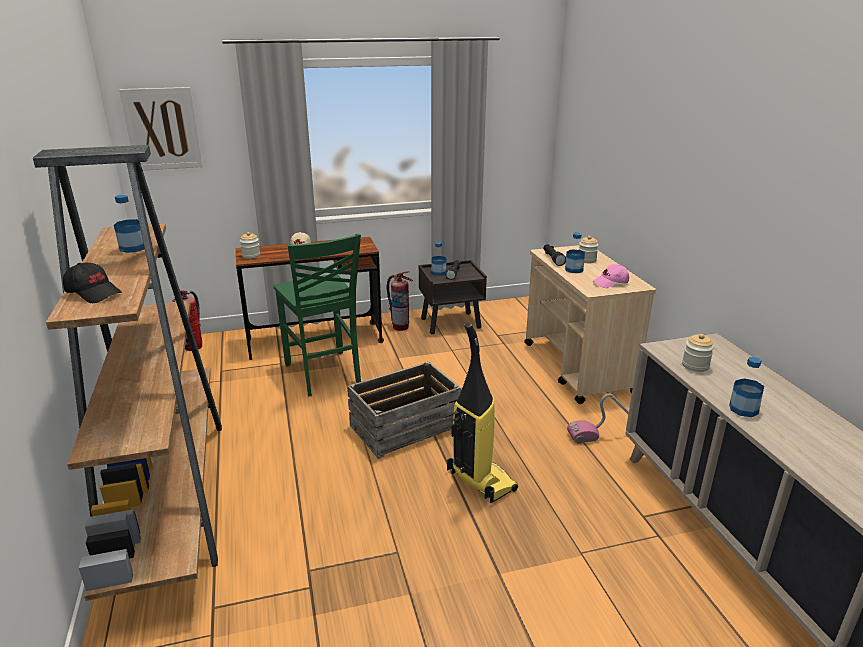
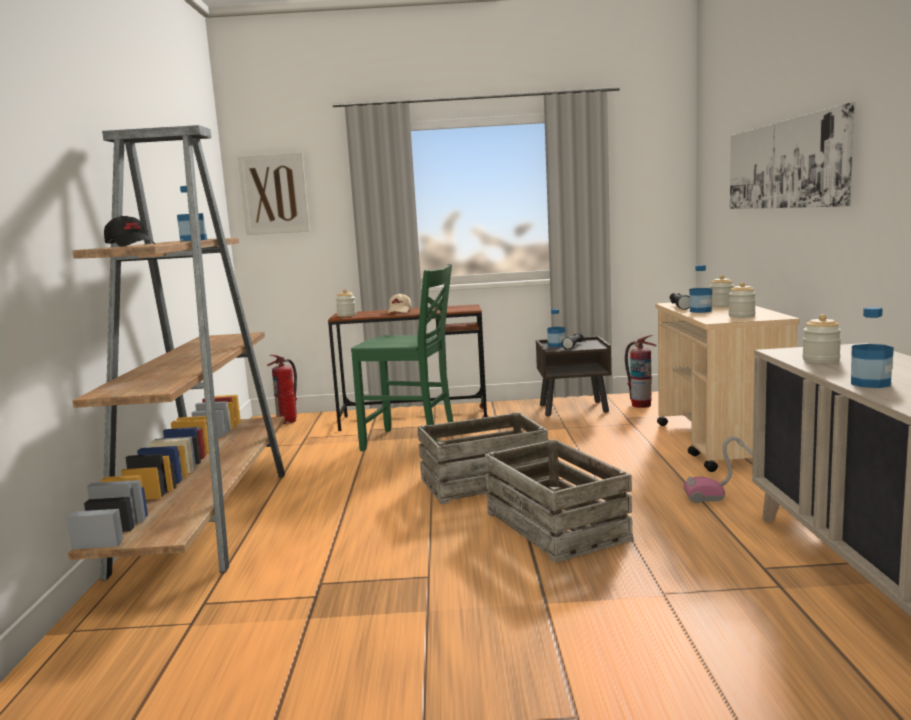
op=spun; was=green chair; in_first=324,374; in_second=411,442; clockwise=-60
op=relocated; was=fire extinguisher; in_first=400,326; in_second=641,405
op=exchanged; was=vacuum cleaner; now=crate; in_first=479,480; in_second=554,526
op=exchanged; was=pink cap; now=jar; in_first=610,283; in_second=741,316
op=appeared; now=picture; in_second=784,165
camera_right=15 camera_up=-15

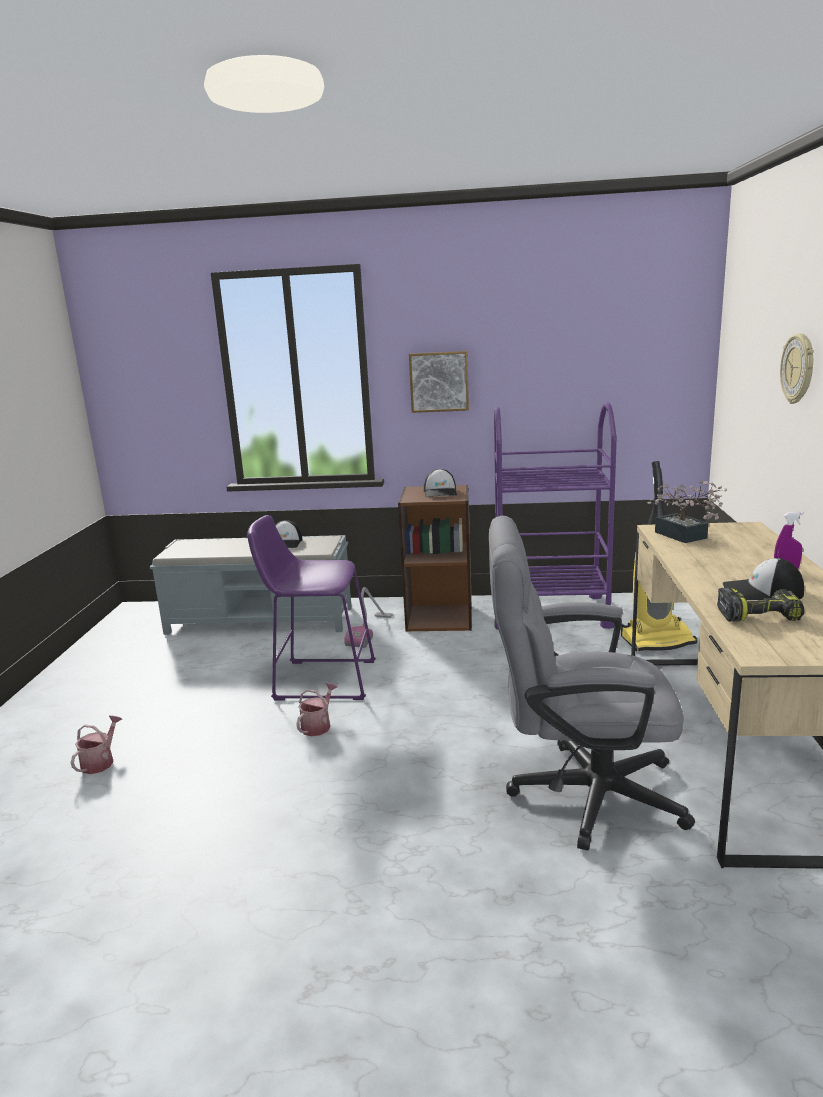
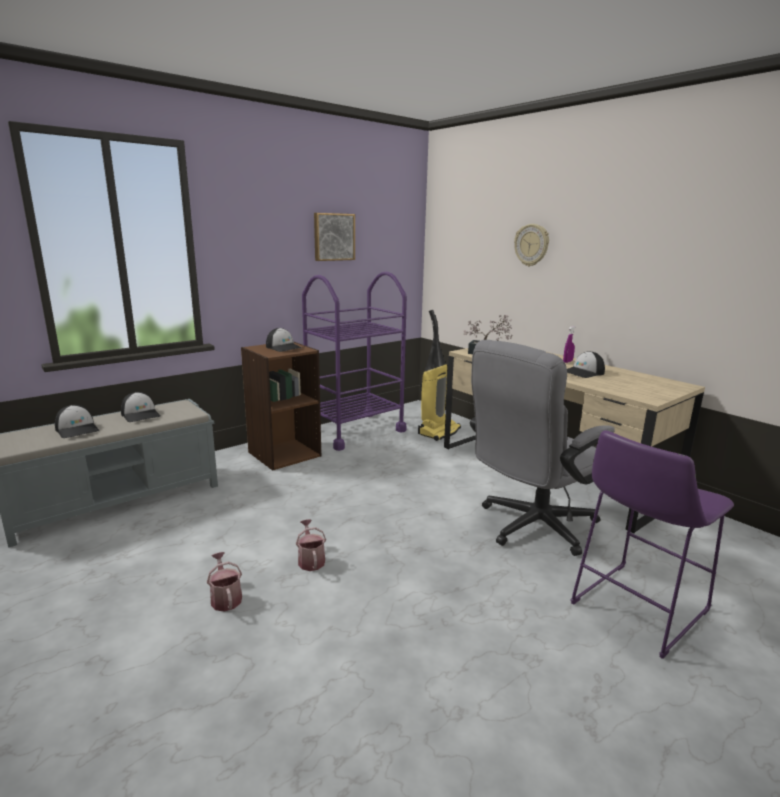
op=relocated; was=watering can; in_first=100,761; in_second=225,597
op=relocated; was=purple stool; in_first=319,680; in_second=634,609
op=missing; was=vacuum cleaner; in_first=370,631
op=relocated; was=picture; in_first=439,381; in_second=333,237
op=missing; was=power drill; in_first=758,615
op=appeared; now=cap; in_second=77,429
camera_right=-45 camera_up=0

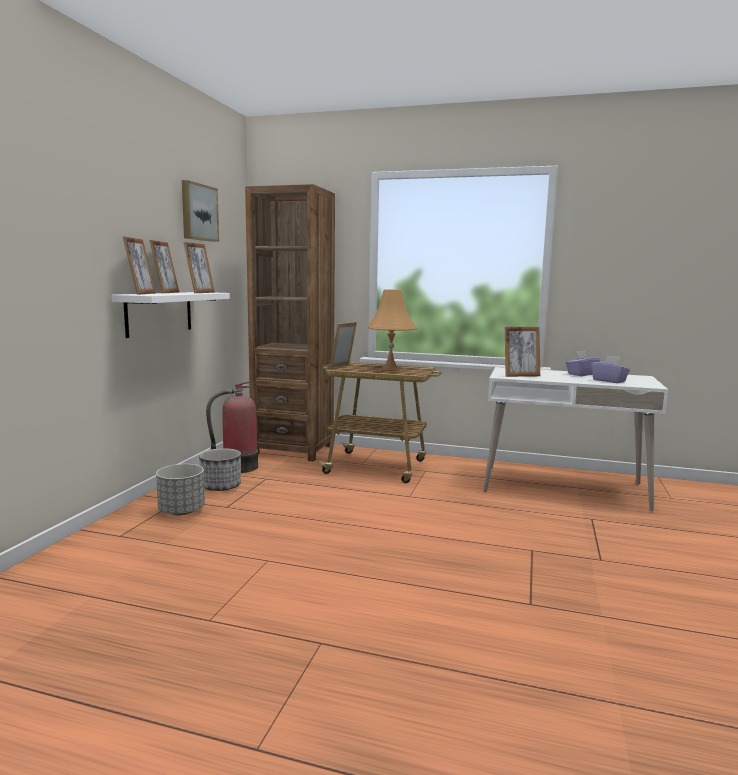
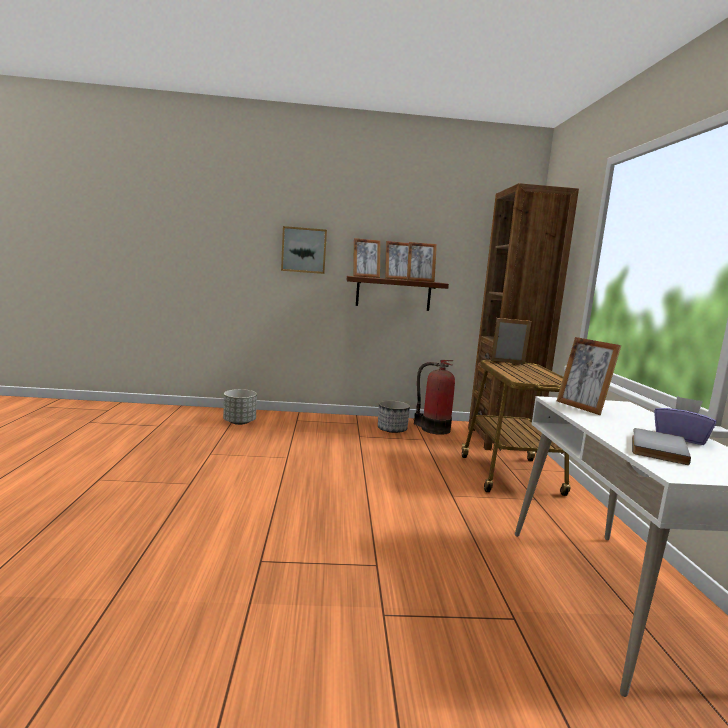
op=colour; was=white shelf; now=brown shelf; in_first=159,313; in_second=393,293
op=relocated; was=grey planter; in_first=181,511; in_second=239,422
op=relocated; was=picture; in_first=198,212; in_second=304,250
op=missing; was=orange table lamp; in_first=390,369
op=exchanged; was=purple tissue box; now=grey book; in_first=609,381; in_second=655,448
camera_right=70 camera_up=0

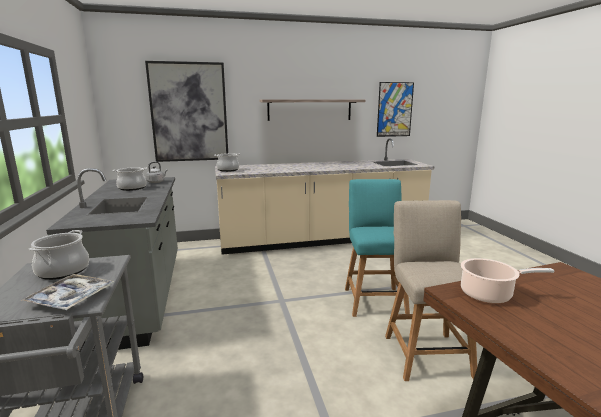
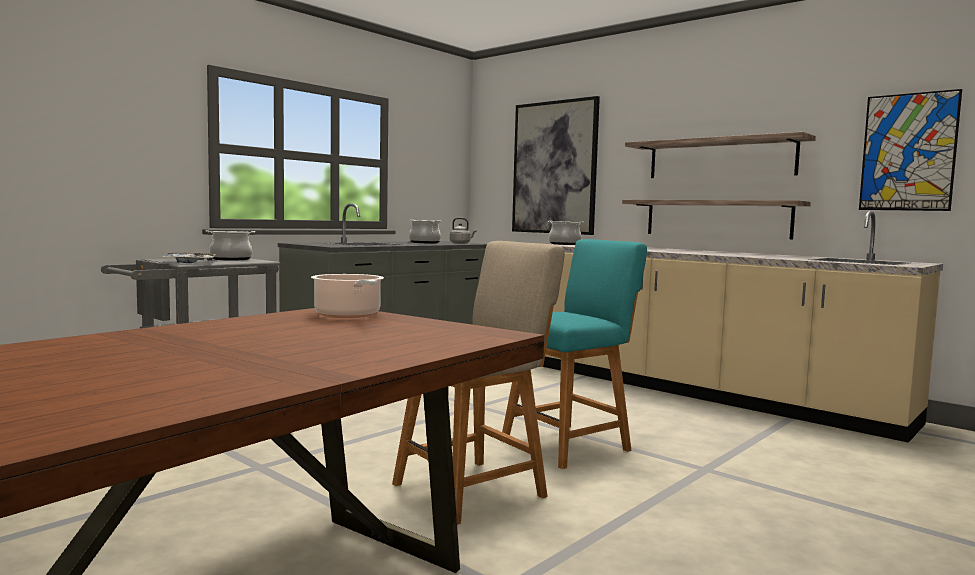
op=appeared; now=shelf; in_second=716,218
camera_right=55 camera_up=-10

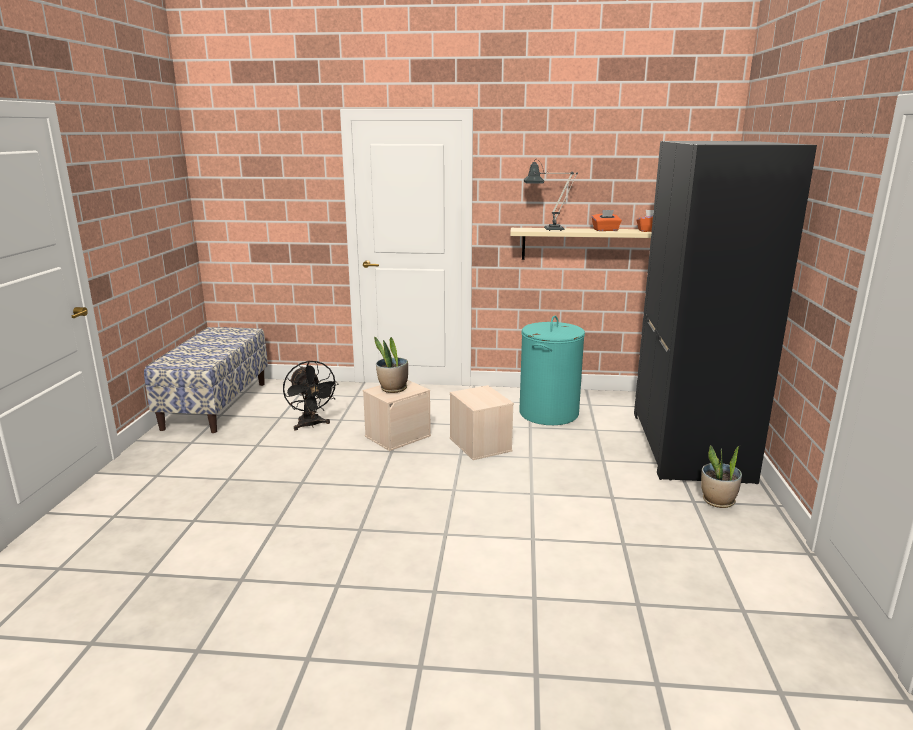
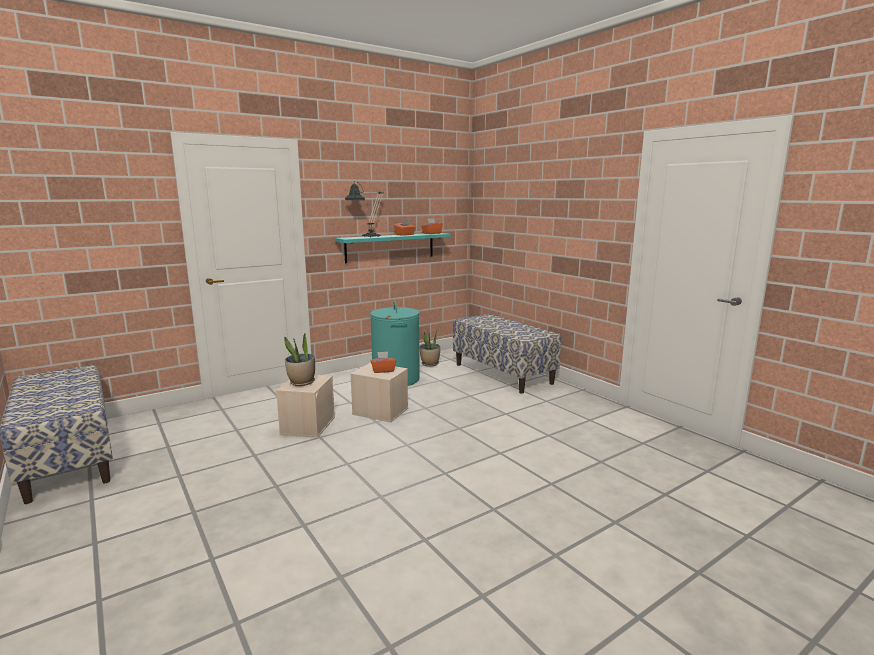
op=missing; was=black fan; in_first=311,425
op=colour; was=beige shelf; now=turquoise shelf; in_first=588,244; in_second=390,247
op=exchanged; was=black wardrobe; now=bench; in_first=691,446; in_second=503,374
op=relocated; was=potted plant; in_first=717,501; in_second=430,364
op=appeared; now=orange tissue box; in_second=383,370
camera_right=-40 camera_up=-5

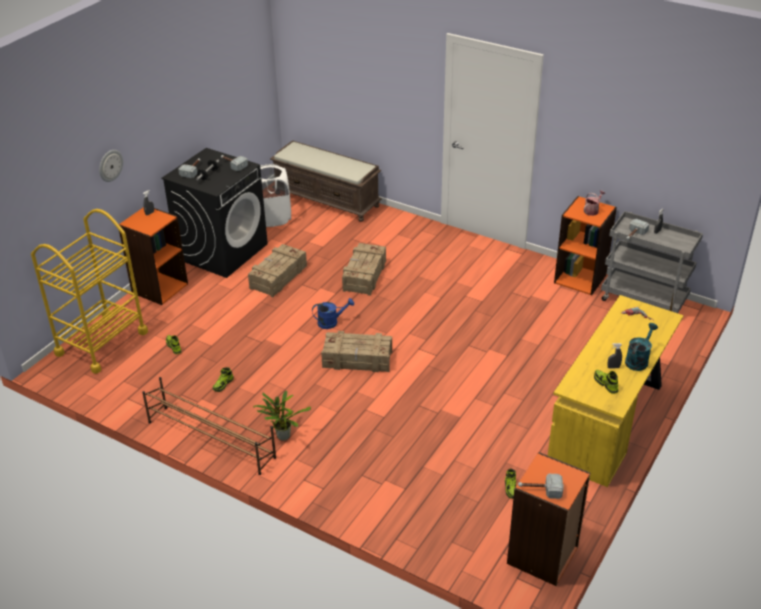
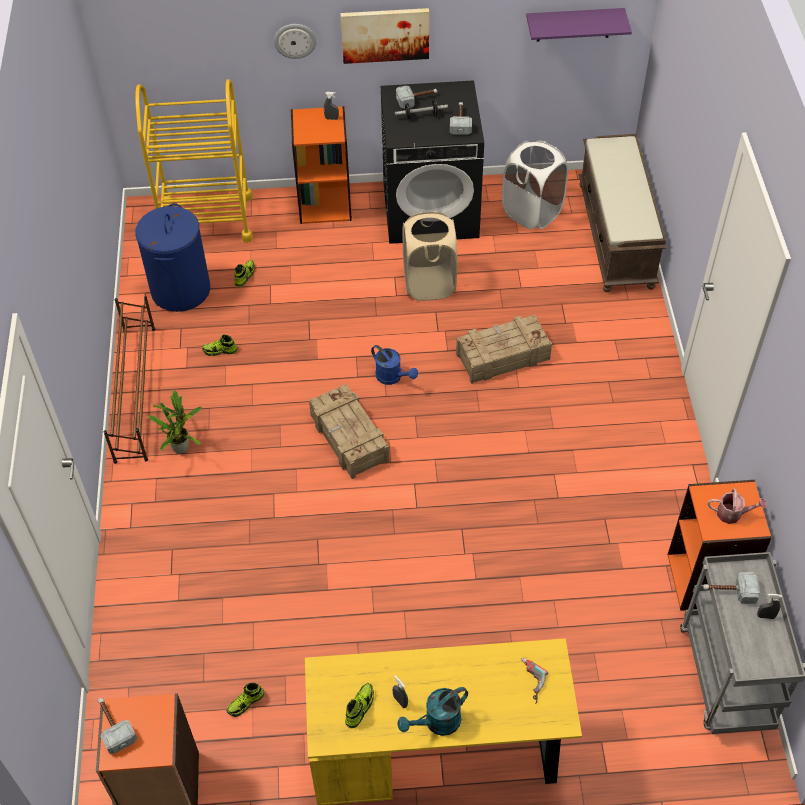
op=exchanged; was=crate; now=beige laundry basket; in_first=278,277; in_second=429,284
op=spun; was=turquoise watering can; in_first=638,360; in_second=437,723; clockwise=150
op=appeared; now=blue laundry basket; in_second=181,290
op=appeared; now=picture; in_second=385,34
op=appeared; now=purple shelf; in_second=574,24
camera_right=55 camera_up=15

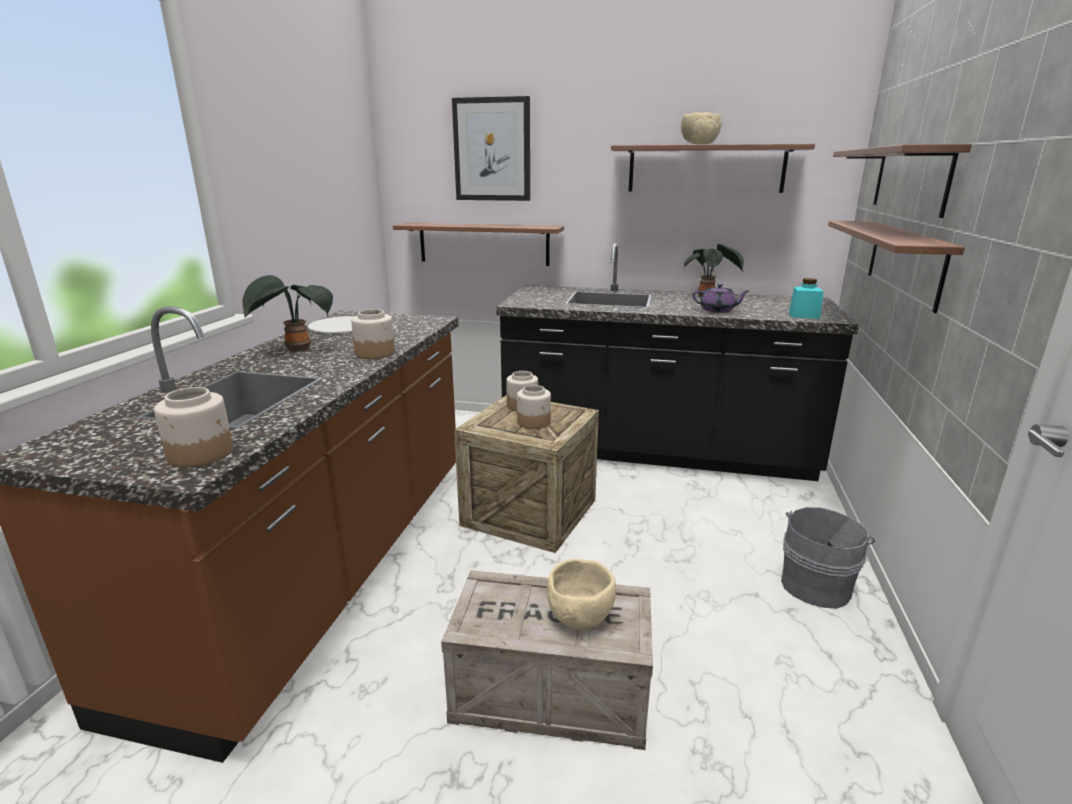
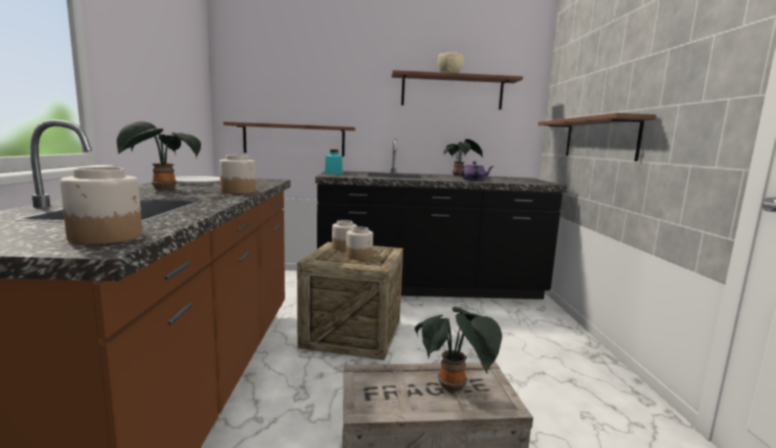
op=missing; was=picture; in_first=492,150
op=exchanged; was=beige bowl; now=potted plant; in_first=580,616; in_second=454,388
op=missing; was=grey bucket; in_first=816,584
op=relocated; was=turquoise jar; in_first=804,315; in_second=333,173
op=missing; was=shelf; in_first=910,179
camera_right=-15 camera_up=-10

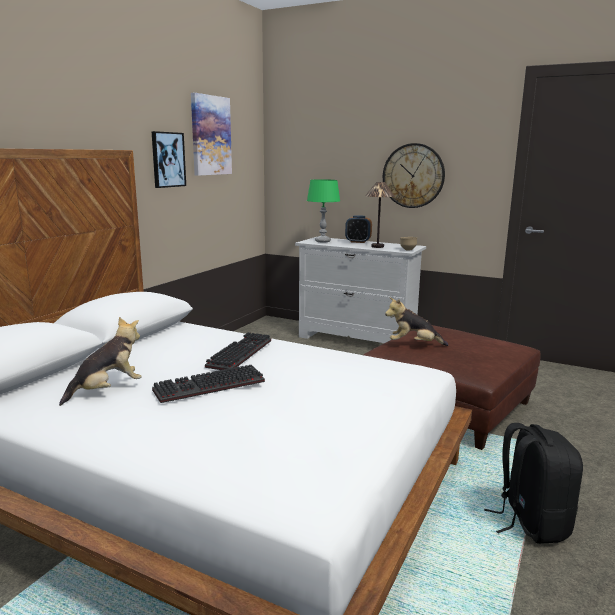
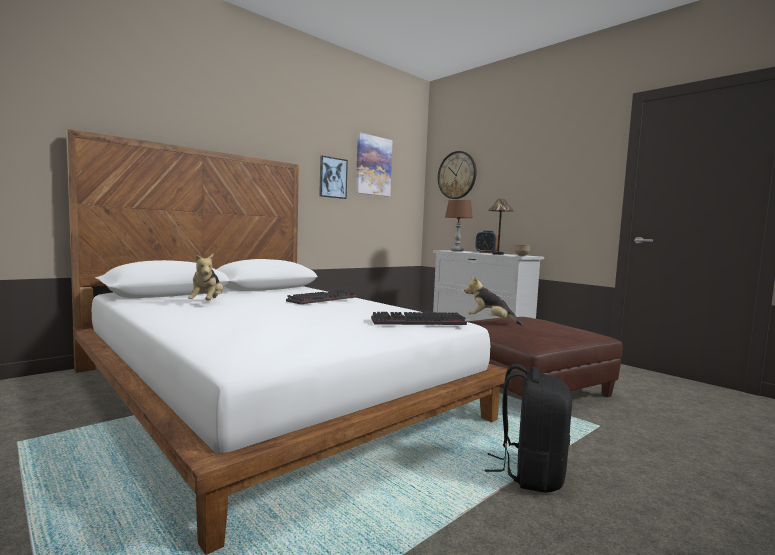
op=spun; was=plush toy; in_first=107,390; in_second=207,303; clockwise=105
op=relocated; was=keyboard; in_first=208,387; in_second=417,322
op=colour; was=green table lamp; now=brown table lamp; in_first=323,241; in_second=457,251
op=relocated; was=wall clock; in_first=413,176; in_second=457,175
camera_right=20 camera_up=-10

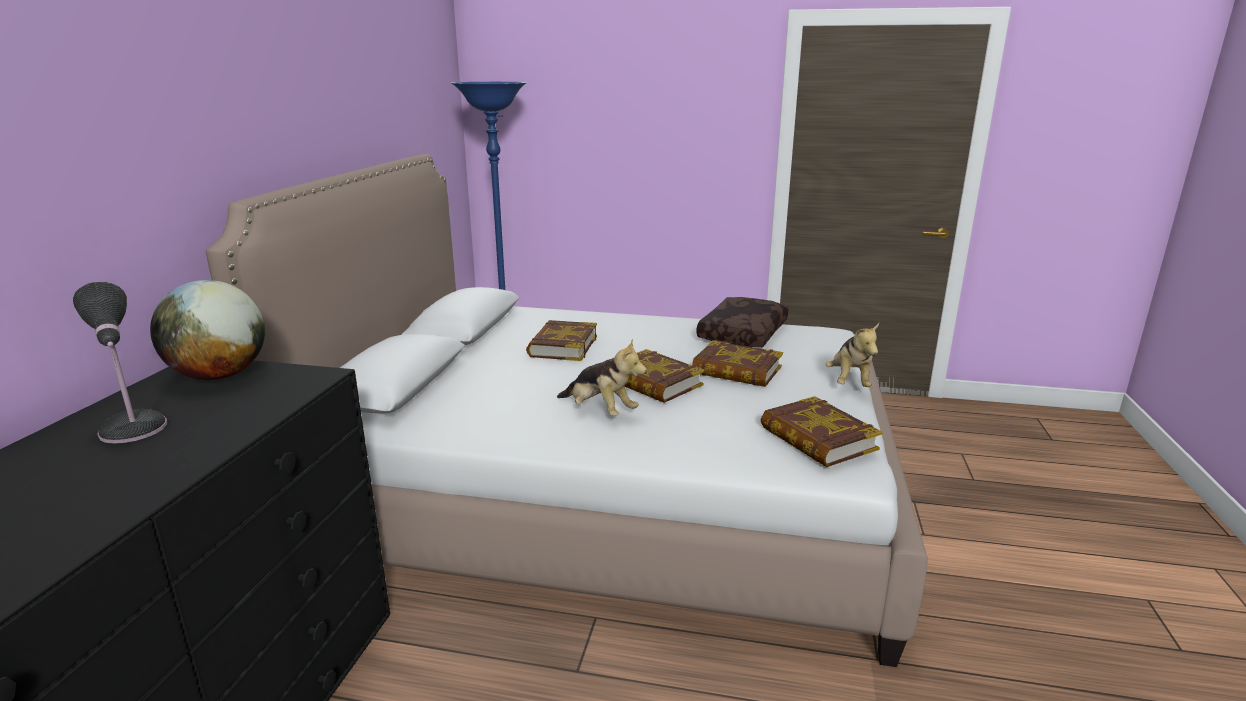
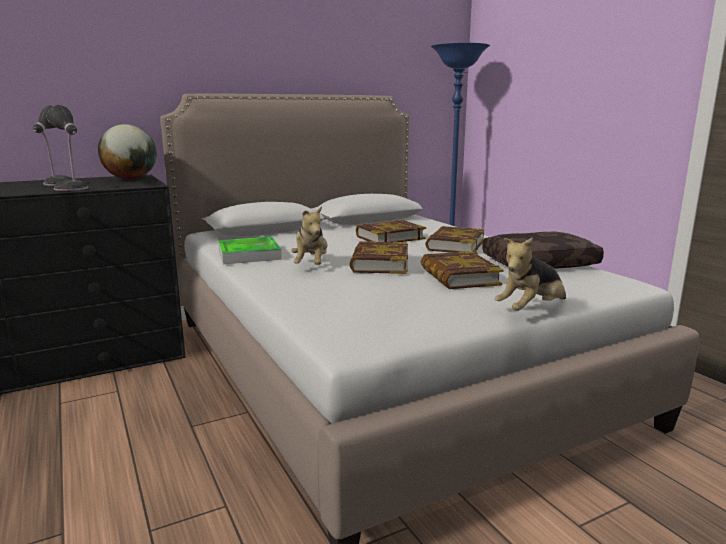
op=relocated; was=book; in_first=817,439; in_second=455,245
op=appeared; now=table lamp; in_second=72,188
op=appeared; now=tray; in_second=249,255
camera_right=50 camera_up=-5

